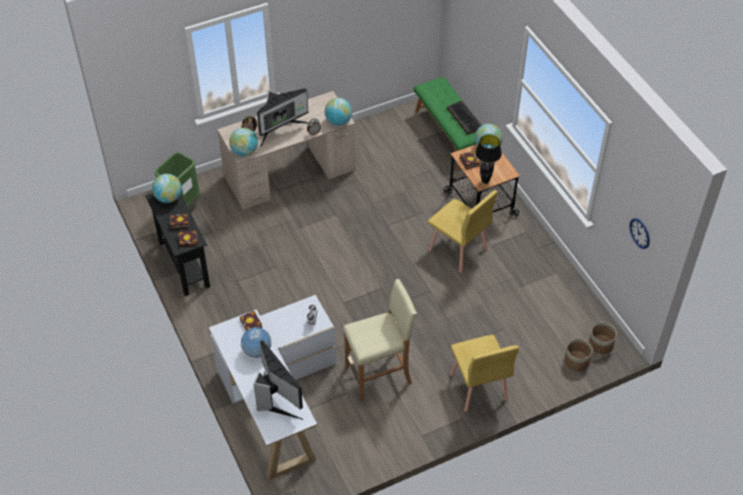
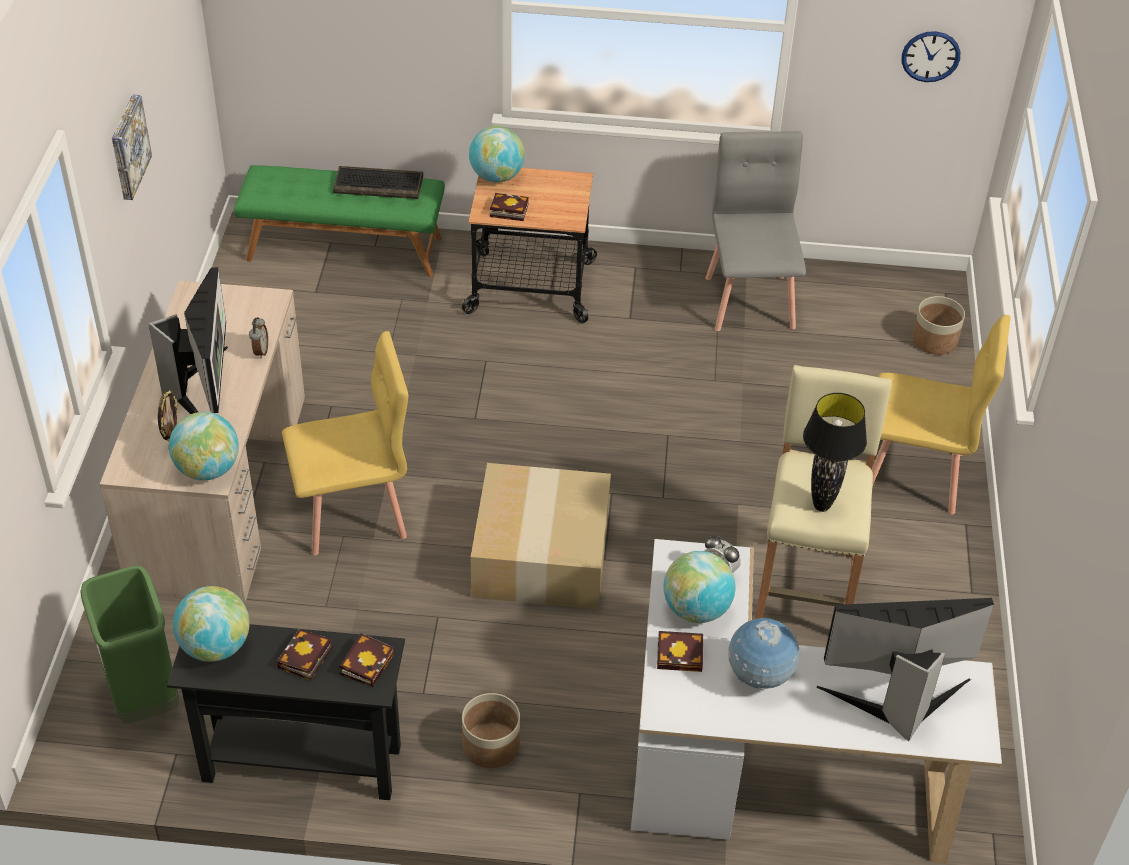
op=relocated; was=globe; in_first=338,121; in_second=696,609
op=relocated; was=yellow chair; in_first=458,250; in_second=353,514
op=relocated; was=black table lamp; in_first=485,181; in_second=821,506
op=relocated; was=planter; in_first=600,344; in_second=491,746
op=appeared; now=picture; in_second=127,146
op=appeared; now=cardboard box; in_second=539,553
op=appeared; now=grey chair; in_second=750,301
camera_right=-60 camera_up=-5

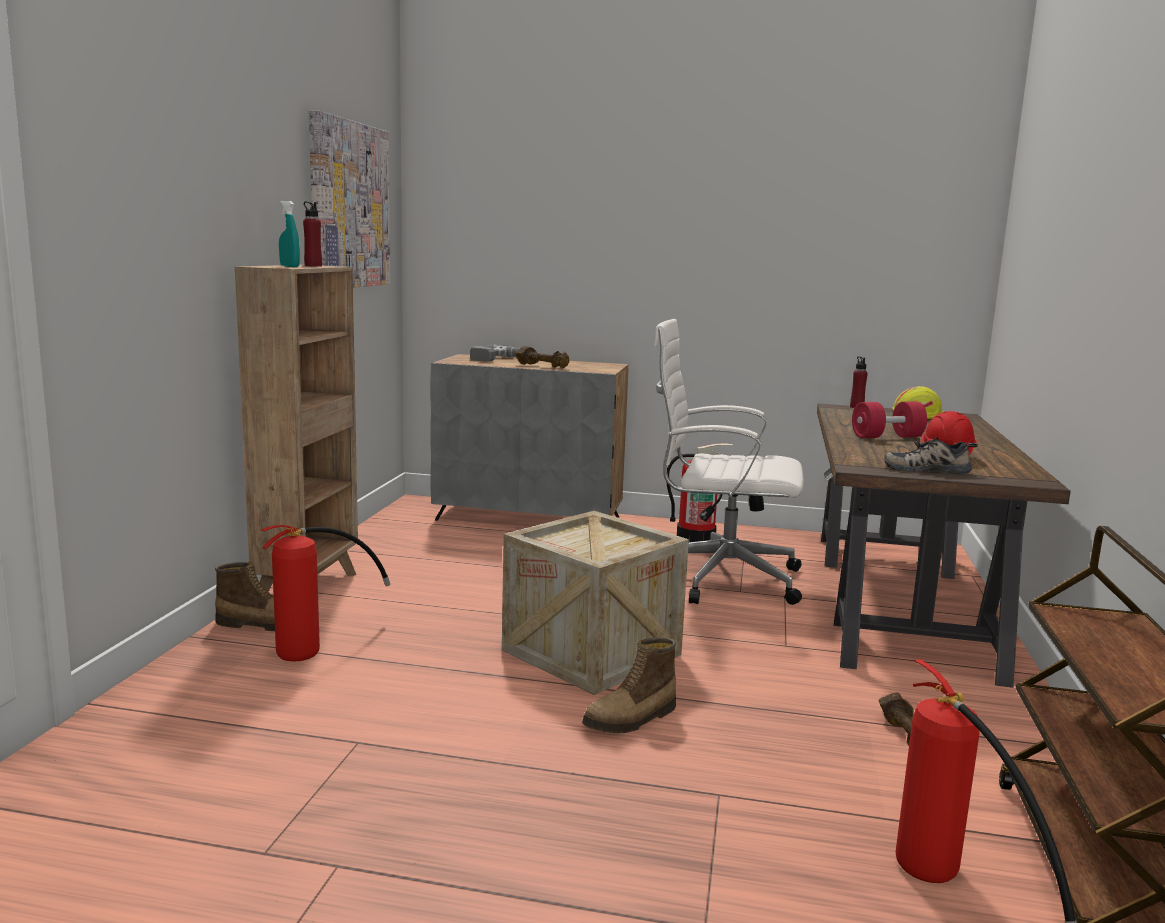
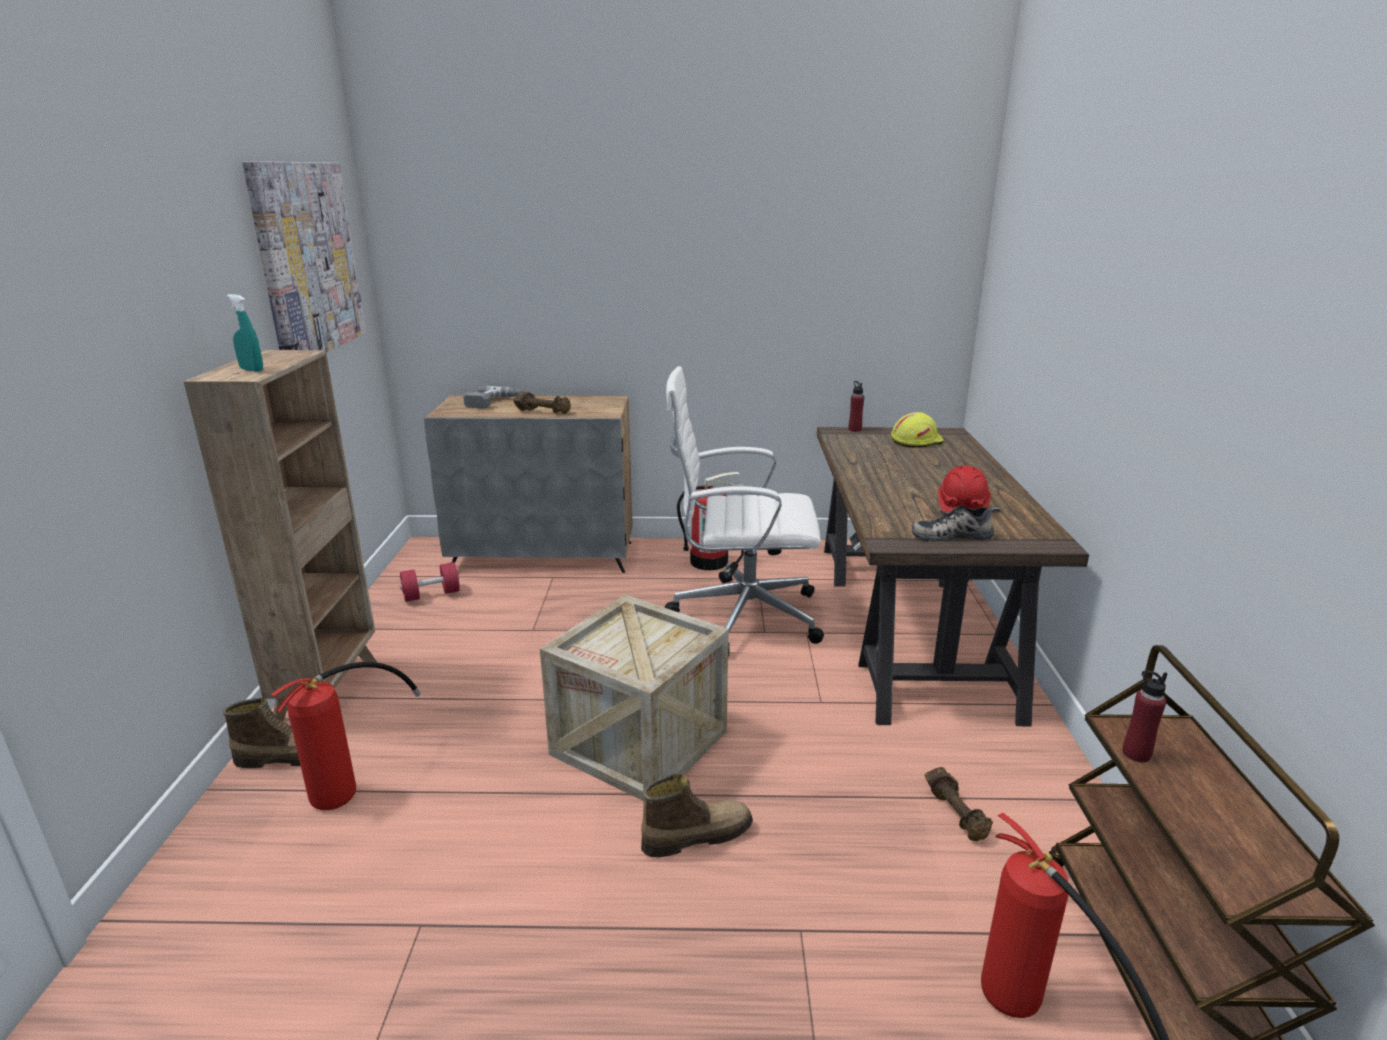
op=relocated; was=red bottle; in_first=313,266; in_second=1136,753
op=spun; was=boot; in_first=631,719; in_second=696,835; clockwise=-150
op=relocated; was=red dumbbell; in_first=887,437; in_second=431,595
camera_right=-10 camera_up=10

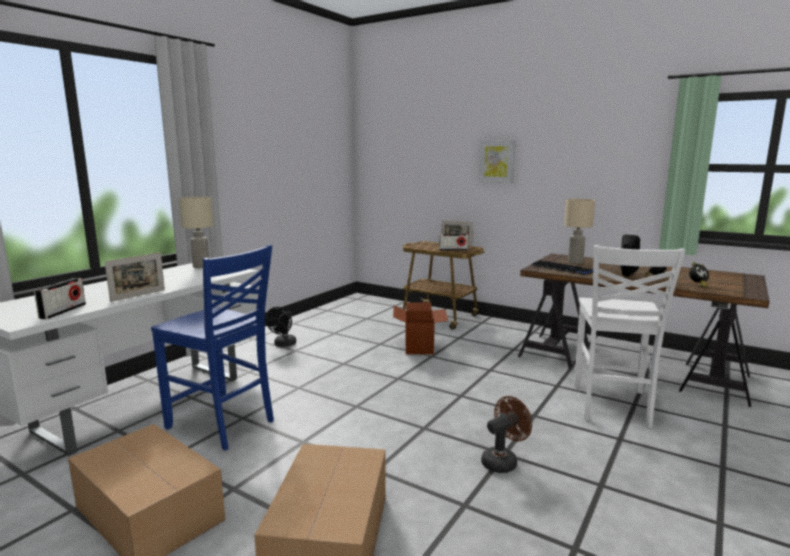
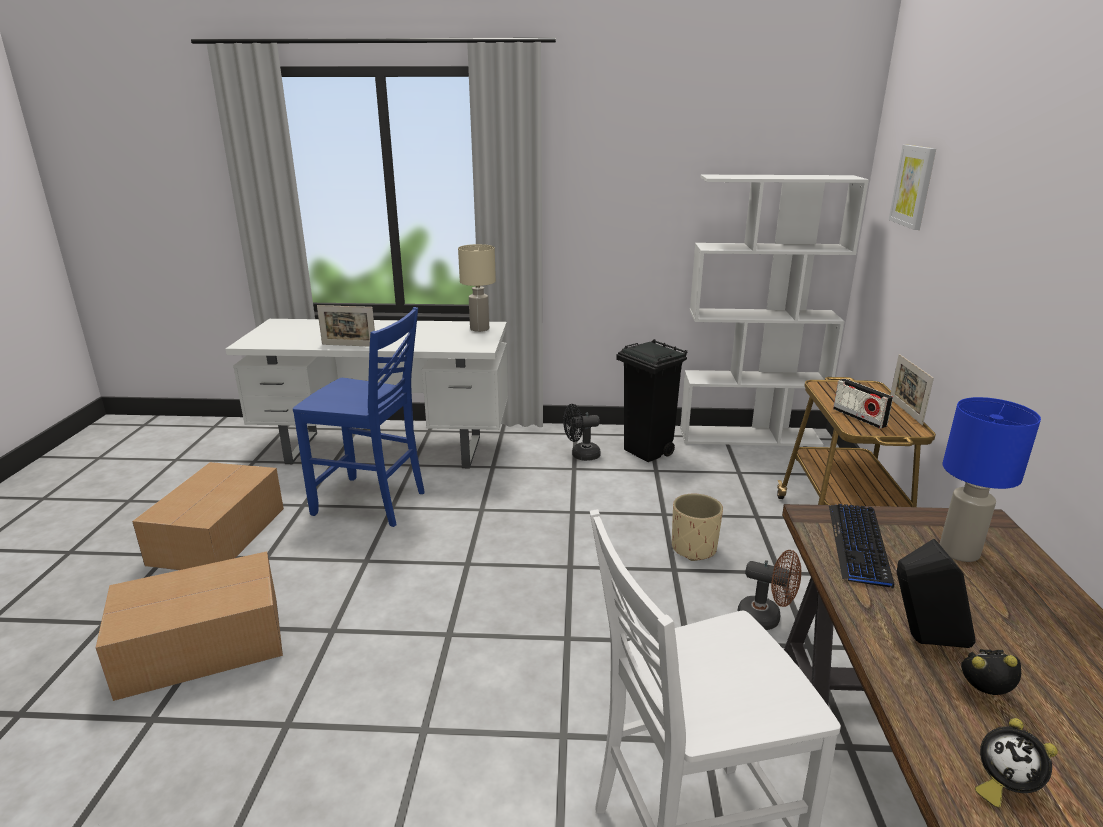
op=missing; was=radio; in_first=63,311
op=spun; was=blue chair; in_first=222,424; in_second=372,503; clockwise=-75
op=exchanged; was=cardboard box; now=beige planter; in_first=419,347; in_second=694,548
op=relocated; was=picture; in_first=497,161; in_second=913,186
op=relocated; was=brown fan; in_first=503,461; in_second=766,618
op=colour; was=beige table lamp; now=blue table lamp; in_first=574,262; in_second=958,551
op=appeared; now=black trash can; in_second=647,452
op=appeared; now=white bookcase; in_second=750,436
camera_right=60 camera_up=10

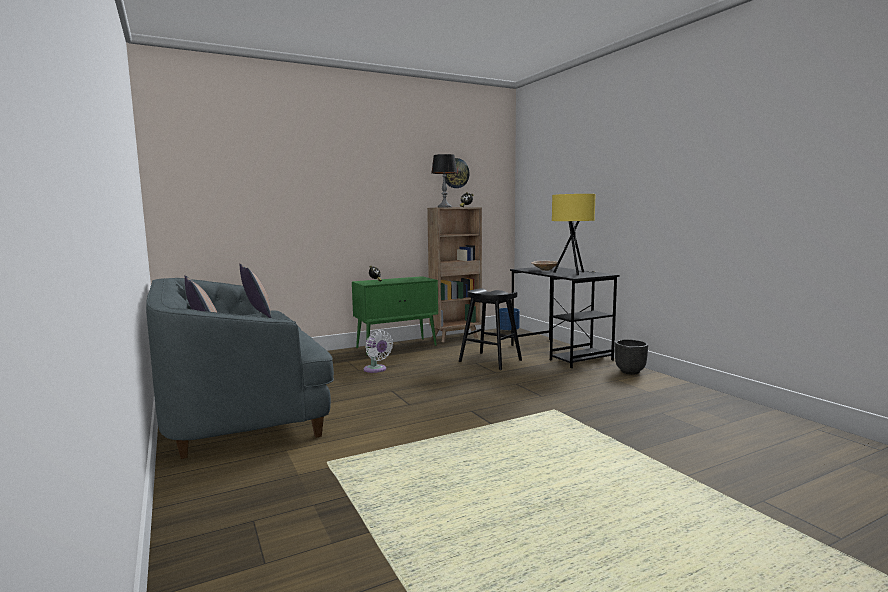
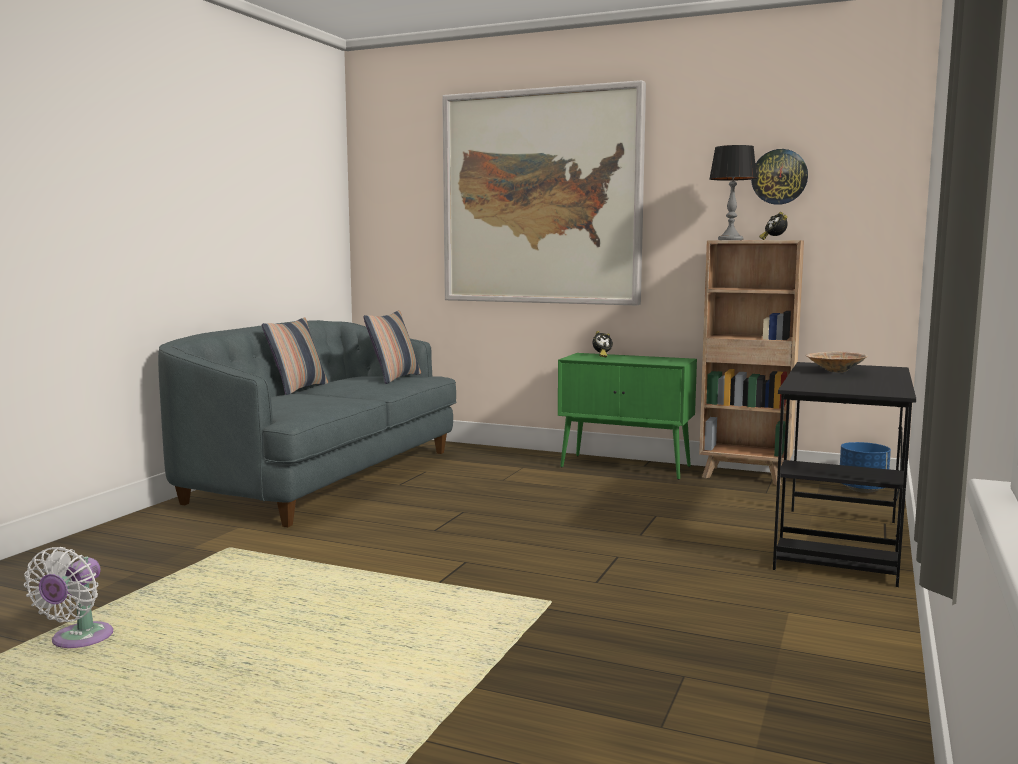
op=relocated; was=white fan; in_first=376,370; in_second=78,640
op=missing; was=black stool; in_first=490,361
op=missing; was=yellow table lamp; in_first=573,274
op=missing; was=black planter; in_first=630,372
op=appeared; now=picture; in_second=541,198
camera_right=50 camera_up=0

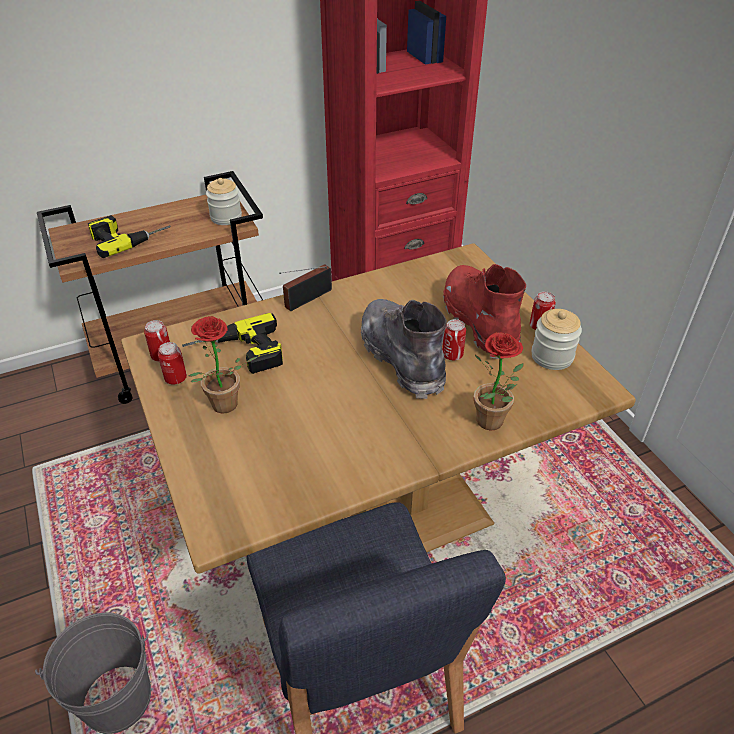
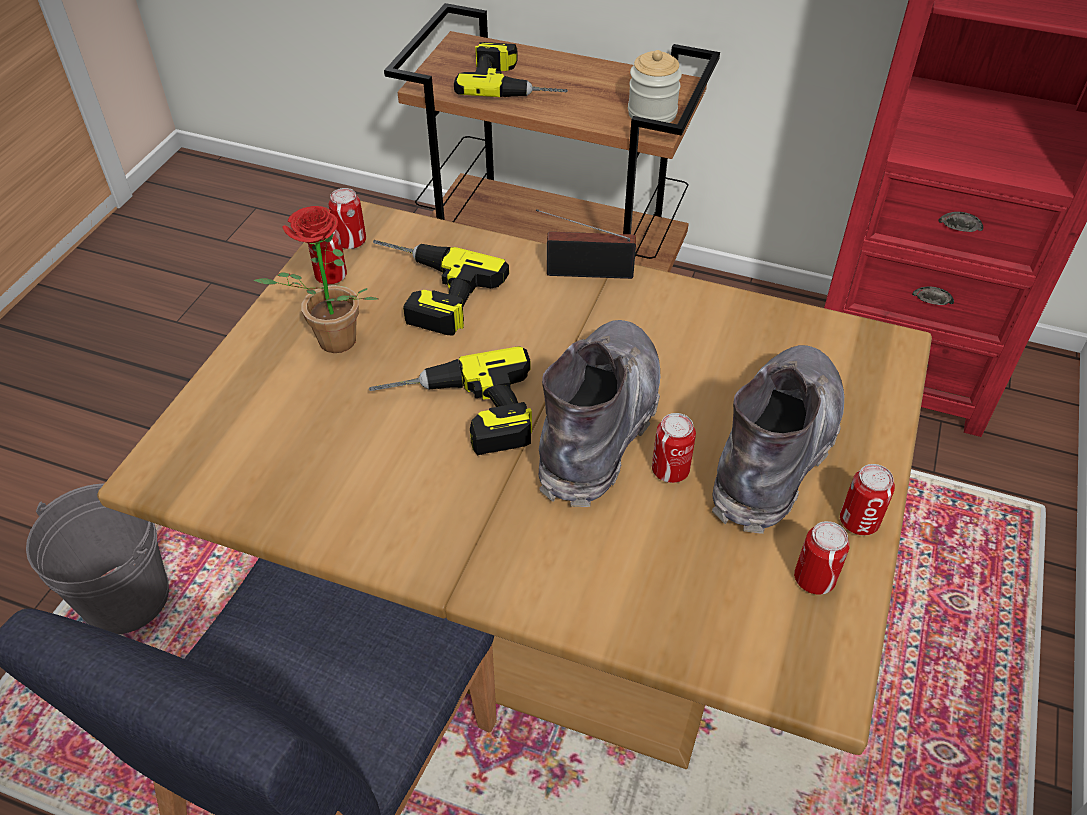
op=colour; was=red boot; now=grey boot; in_first=479,321; in_second=775,452
op=missing; was=potted plant; in_first=493,425
op=exchanged; was=jar; now=can; in_first=552,356; in_second=814,579
op=appeared; now=power drill; in_second=458,414
camera_right=45 camera_up=5

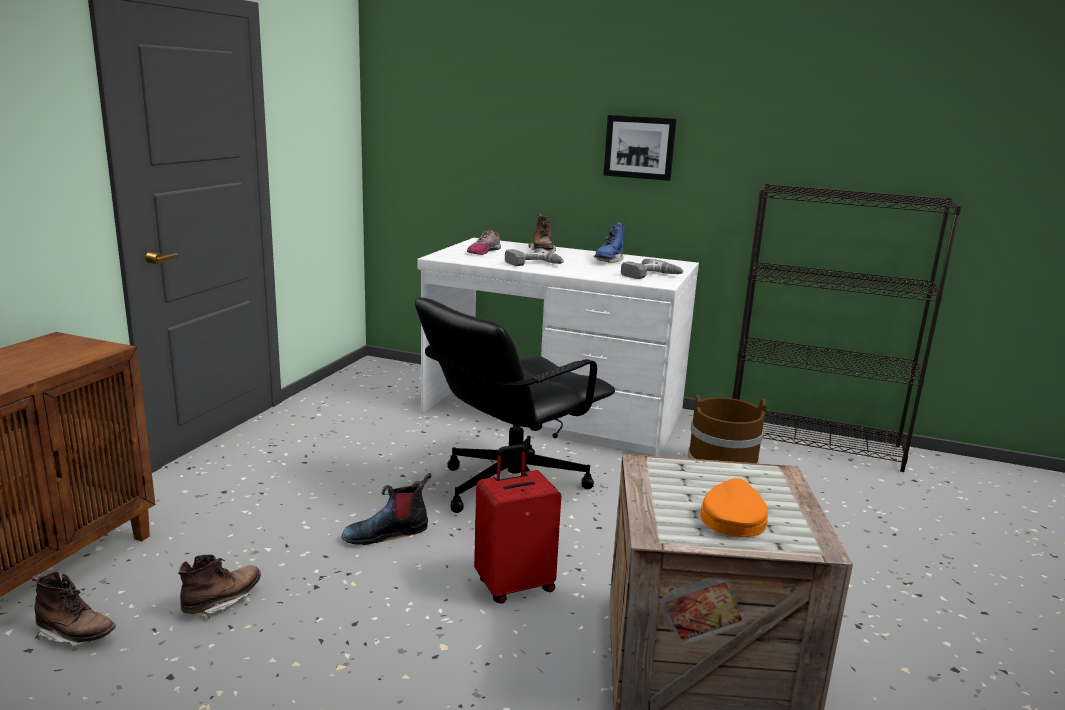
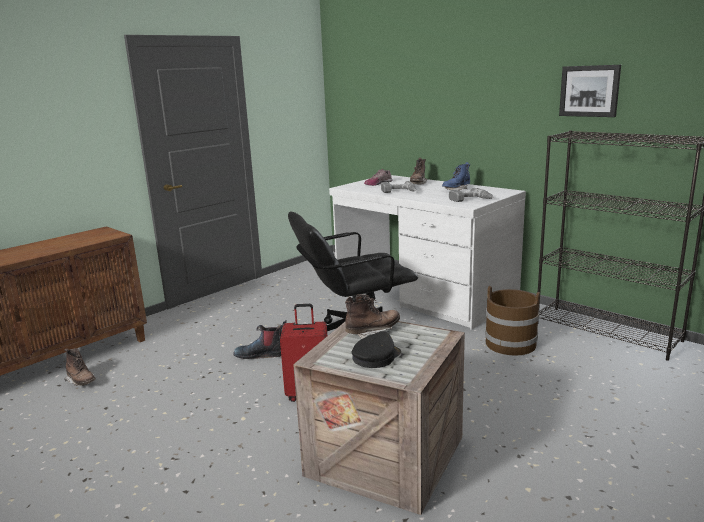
op=relocated; was=brown boot; in_first=222,602; in_second=373,332
op=relocated; was=picture; in_first=639,147; in_second=589,91
op=colour; was=orange cap; now=black cap; in_first=732,518; in_second=376,356
camera_right=25 camera_up=0

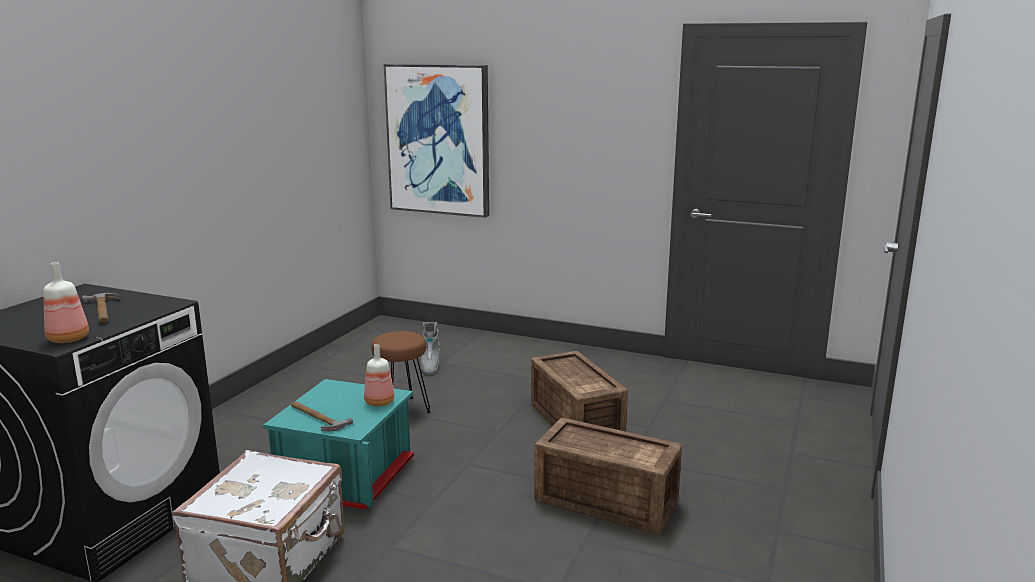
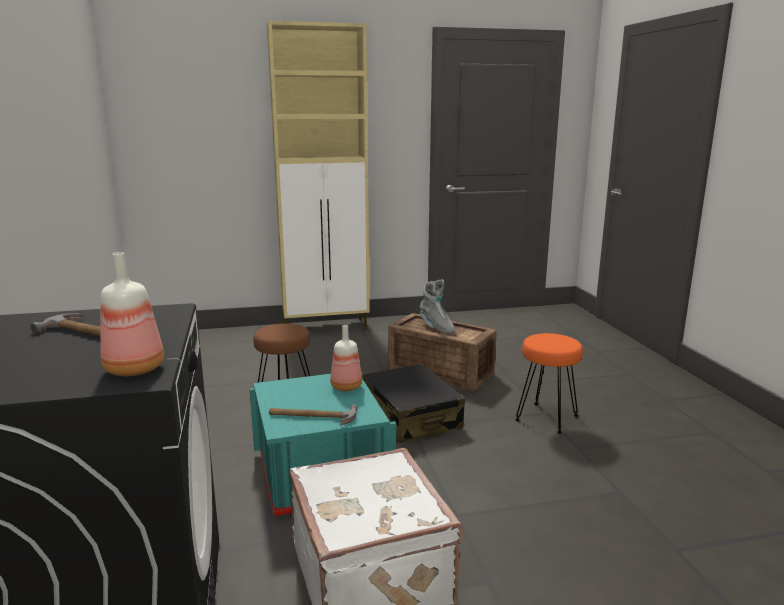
op=missing; was=picture; in_first=438,140
op=relocated; was=grey boot; in_first=430,366; in_second=436,327
op=exchanged; was=crate; now=orange stool; in_first=604,500; in_second=546,418
op=appeared; now=beige cabinet; in_second=327,327
op=appeared; now=black suitcase; in_second=411,417
camera_right=-35 camera_up=0

